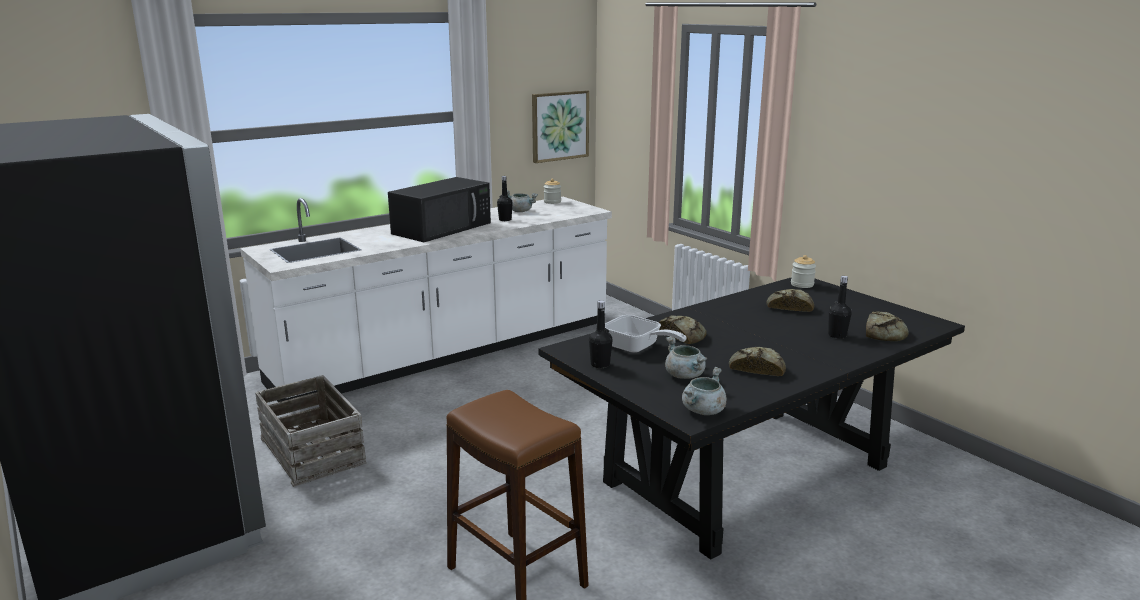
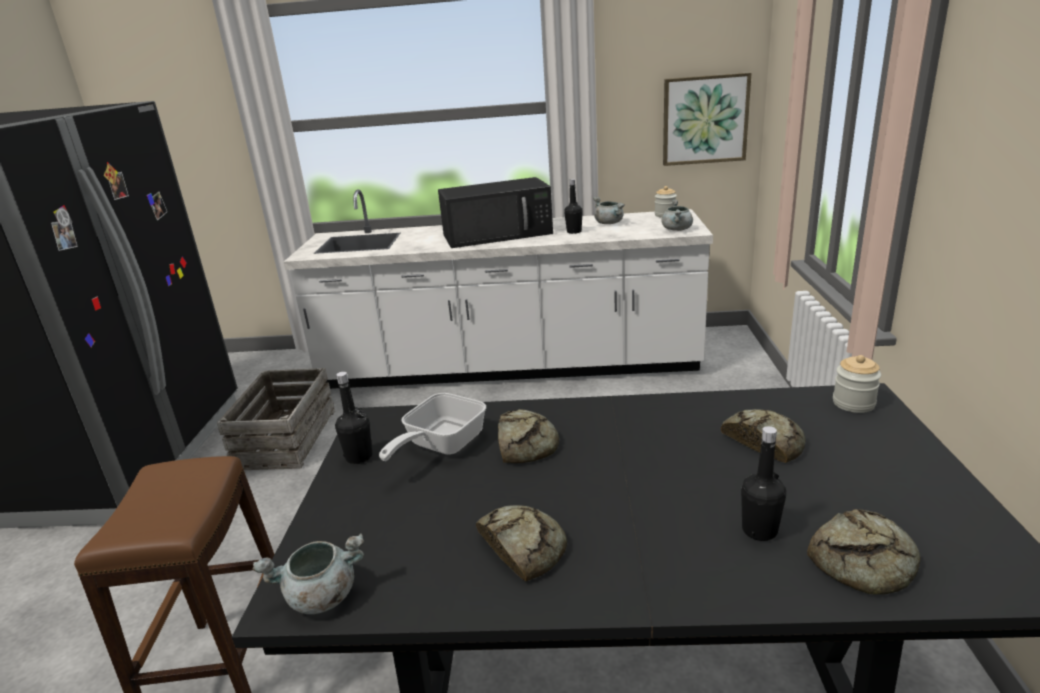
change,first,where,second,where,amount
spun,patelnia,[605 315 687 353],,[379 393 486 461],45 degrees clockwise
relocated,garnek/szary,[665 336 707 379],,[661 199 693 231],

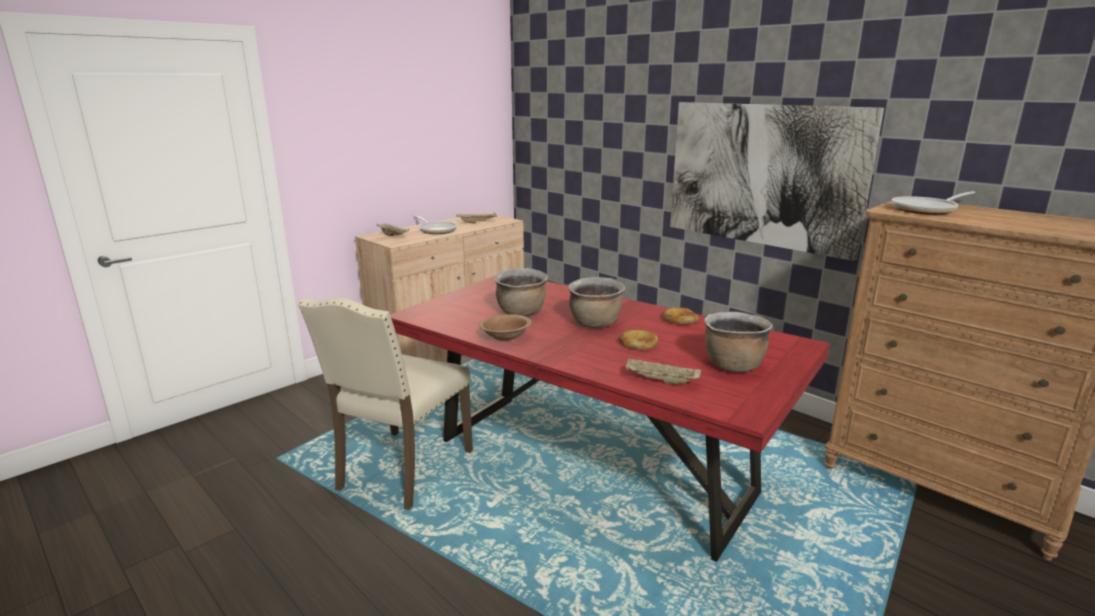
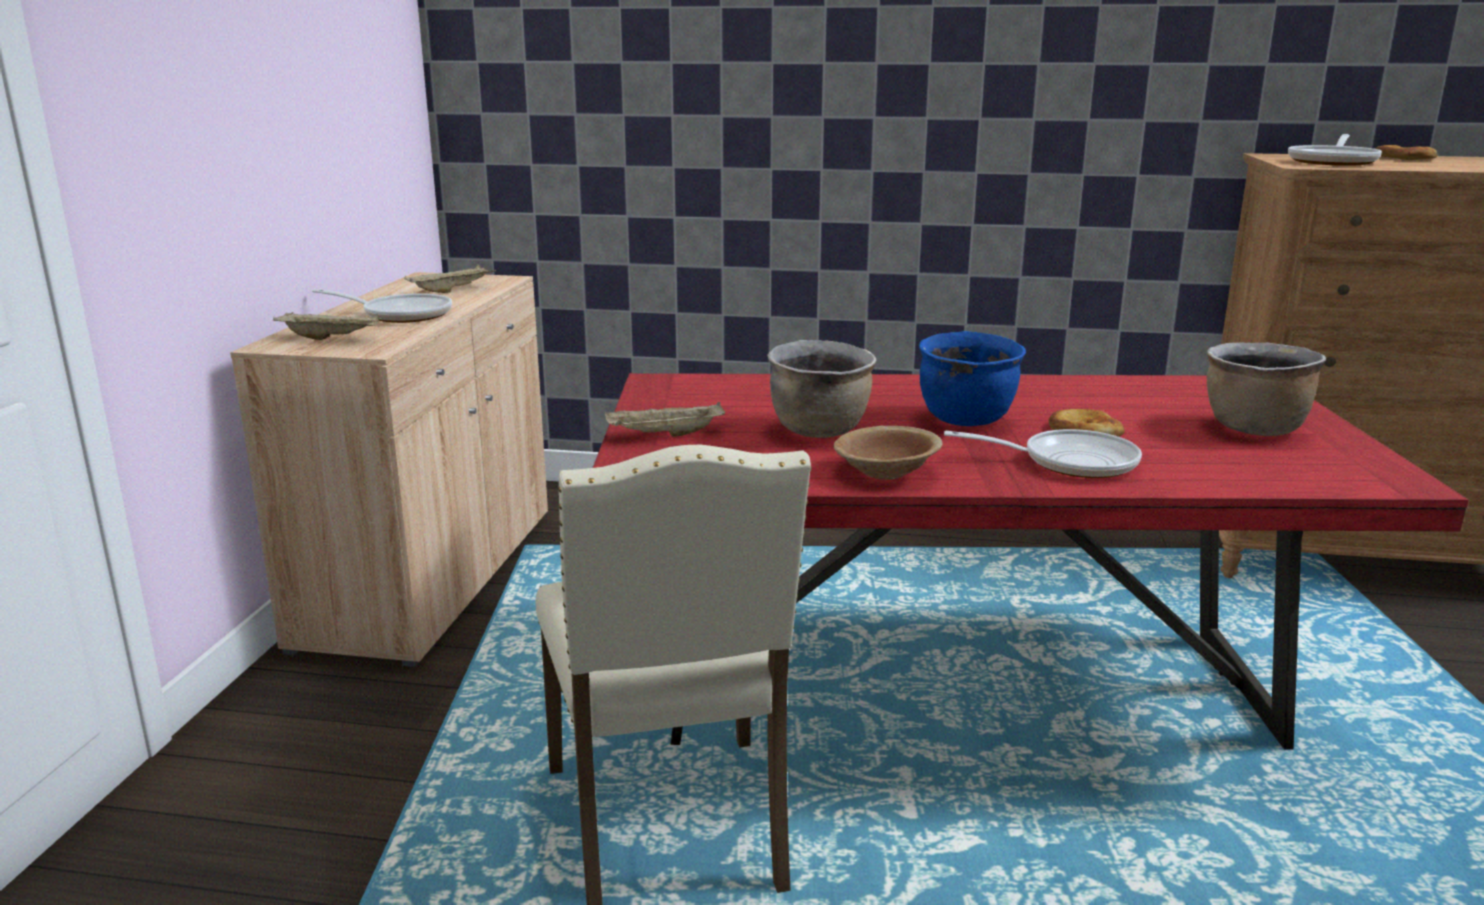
change,first,where,second,where,amount
relocated,taca/beżowy,[626 358 702 384],,[605 402 725 437],
colour,garnek/brązowy,[568 277 625 328],garnek/niebieski,[919 331 1026 426],
appeared,,,patelnia,[944 429 1142 478],
relocated,chleb,[662 308 699 324],,[1375 145 1438 160],
missing,obraz,[670 102 884 261],,,

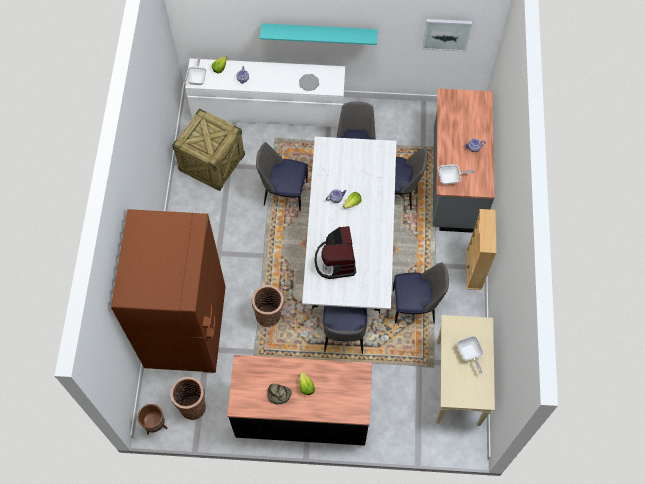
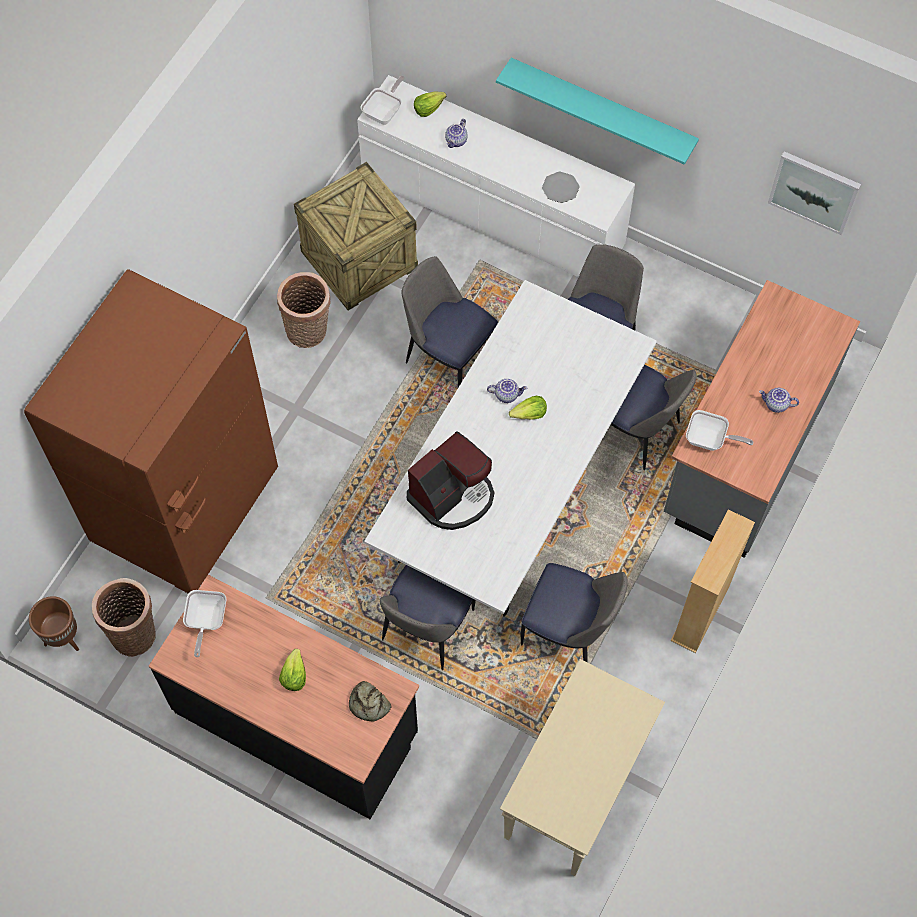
change,first,where,second,where,amount
relocated,patelnia,[457 336 483 374],,[183 590 226 657],
relocated,koszyk,[252 285 284 327],,[277 272 331 348],
relocated,chleb,[267 384 292 404],,[349 681 392 721],
spun,ekspres do kawy,[314 226 356 279],,[407 431 494 530],150 degrees counterclockwise

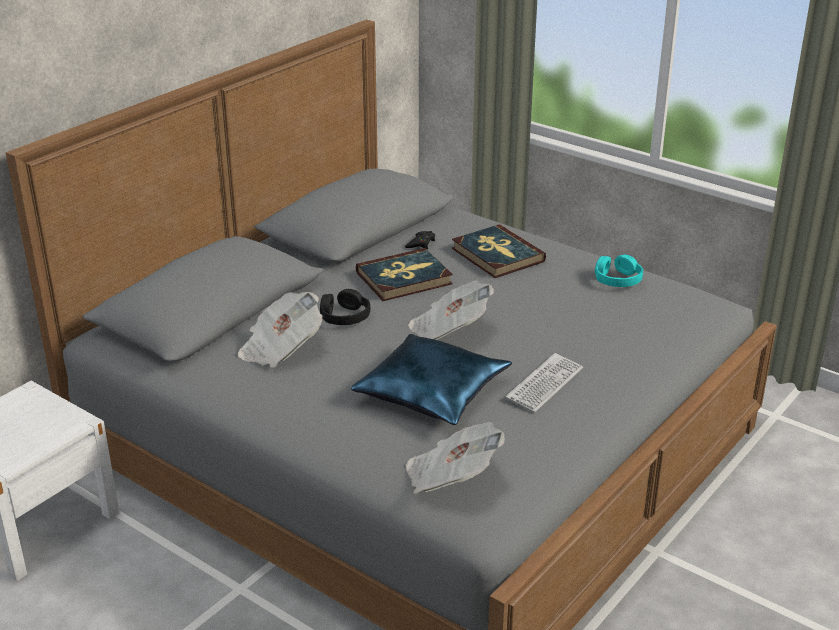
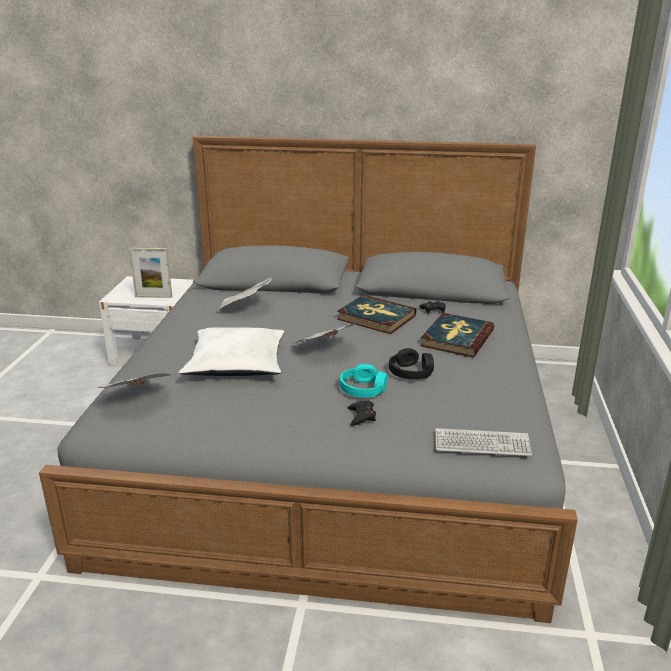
change,first,where,second,where,amount
appeared,,,ramka na zdjęcie,[129 248 172 298],
colour,poduszka/niebieski,[351 334 512 425],poduszka/biały,[179 327 285 376],
relocated,słuchawki/turkusowy,[595 255 643 287],,[340 364 388 397],
appeared,,,pad do gier/czarny,[348 400 376 426],
relocated,słuchawki/czarny,[320 289 370 325],,[389 348 434 380],
relocated,klawiatura,[505 353 583 412],,[436 428 532 456],

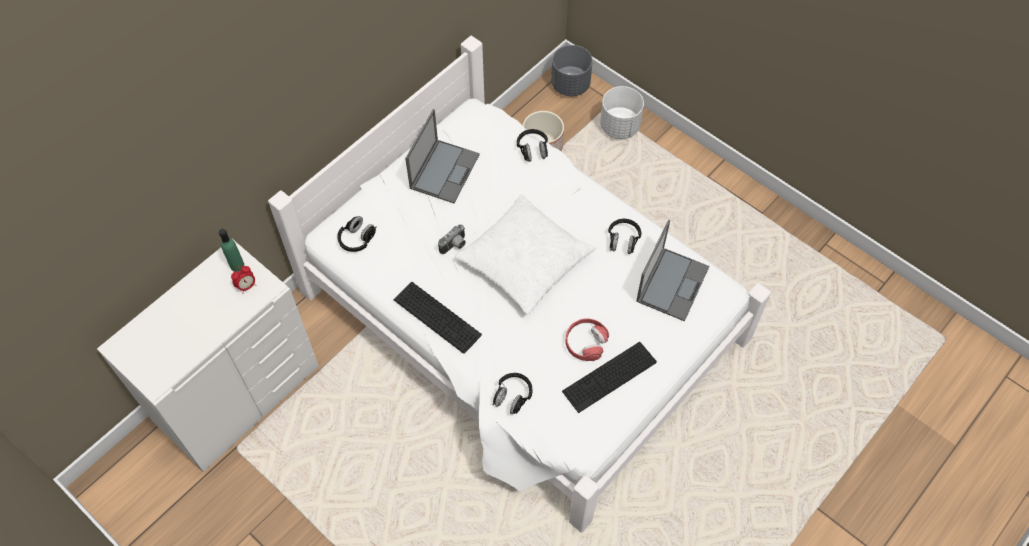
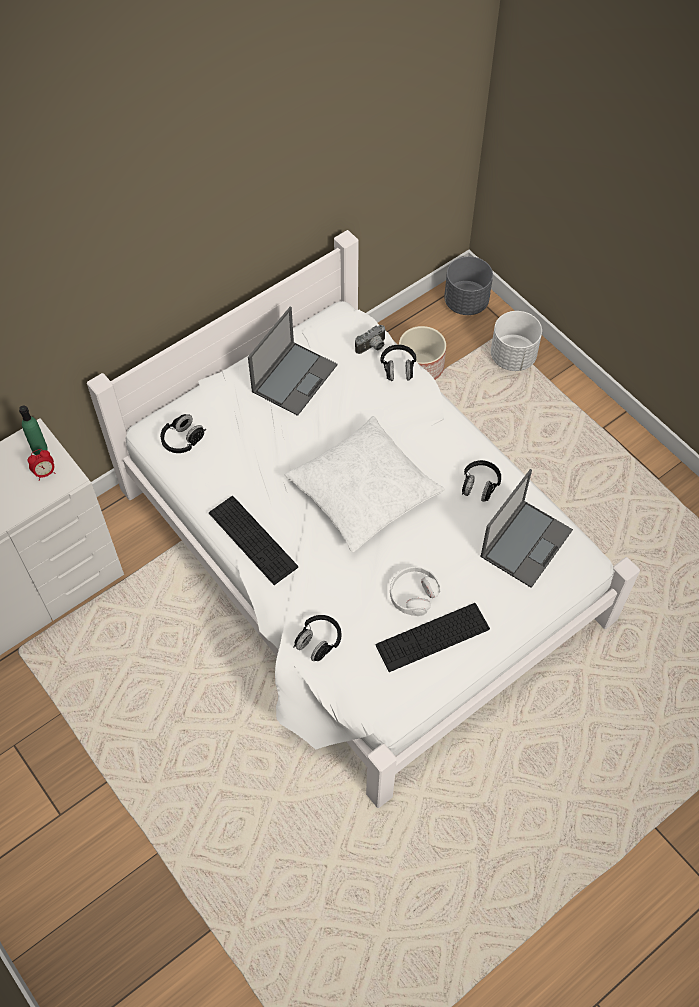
change,first,where,second,where,amount
relocated,aparat fotograficzny,[438 224 466 254],,[355 325 386 354],
colour,słuchawki/czerwony,[565 318 609 361],słuchawki/biały,[390 567 441 616],

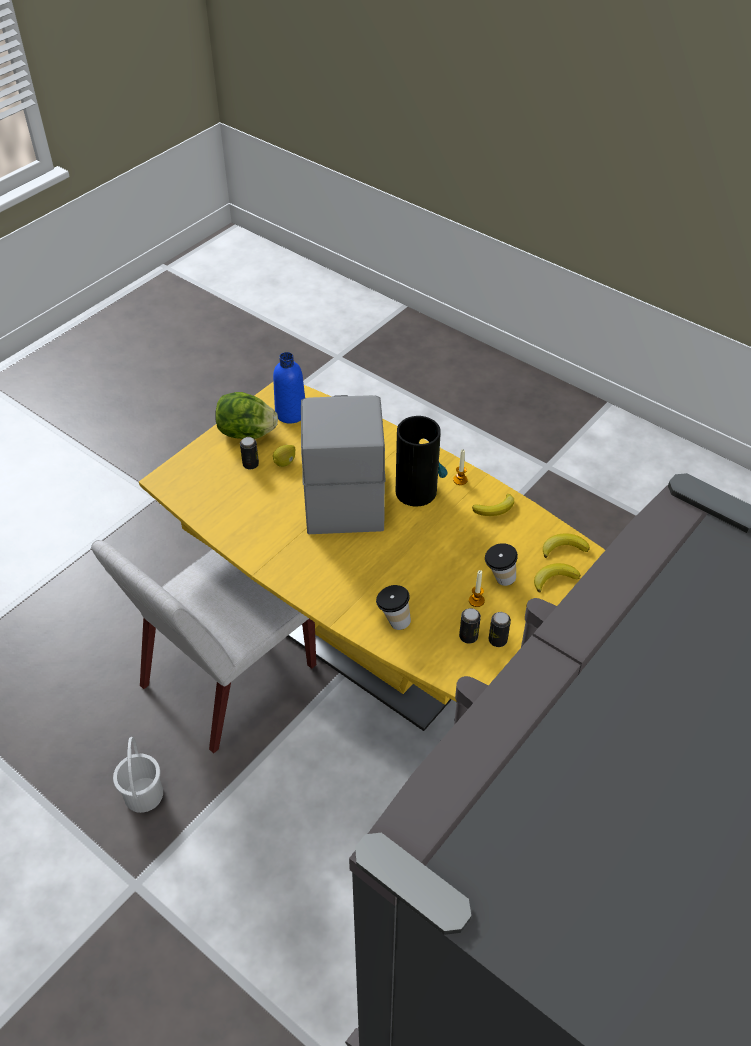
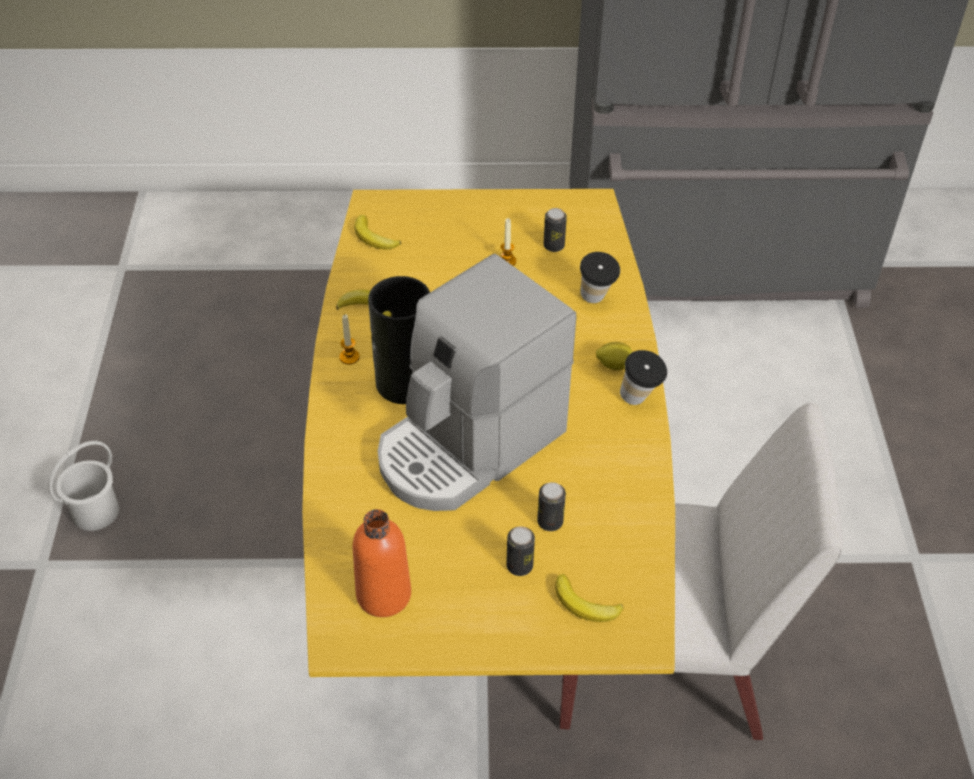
change,first,where,second,where,amount
relocated,wiadro/biały,[113 737 163 813],,[48 441 119 531],
colour,butelka/niebieski,[273 352 305 424],butelka/pomarańczowy,[353 509 411 617],
relocated,puszka,[489 612 511 647],,[537 482 566 531],
relocated,banan,[534 563 580 593],,[555 574 623 622],
relocated,cytryna,[273 445 296 467],,[596 342 632 370],
relocated,filiżanka,[485 543 518 586],,[620 350 667 405],
missing,sałata,[215 392 278 439],,,

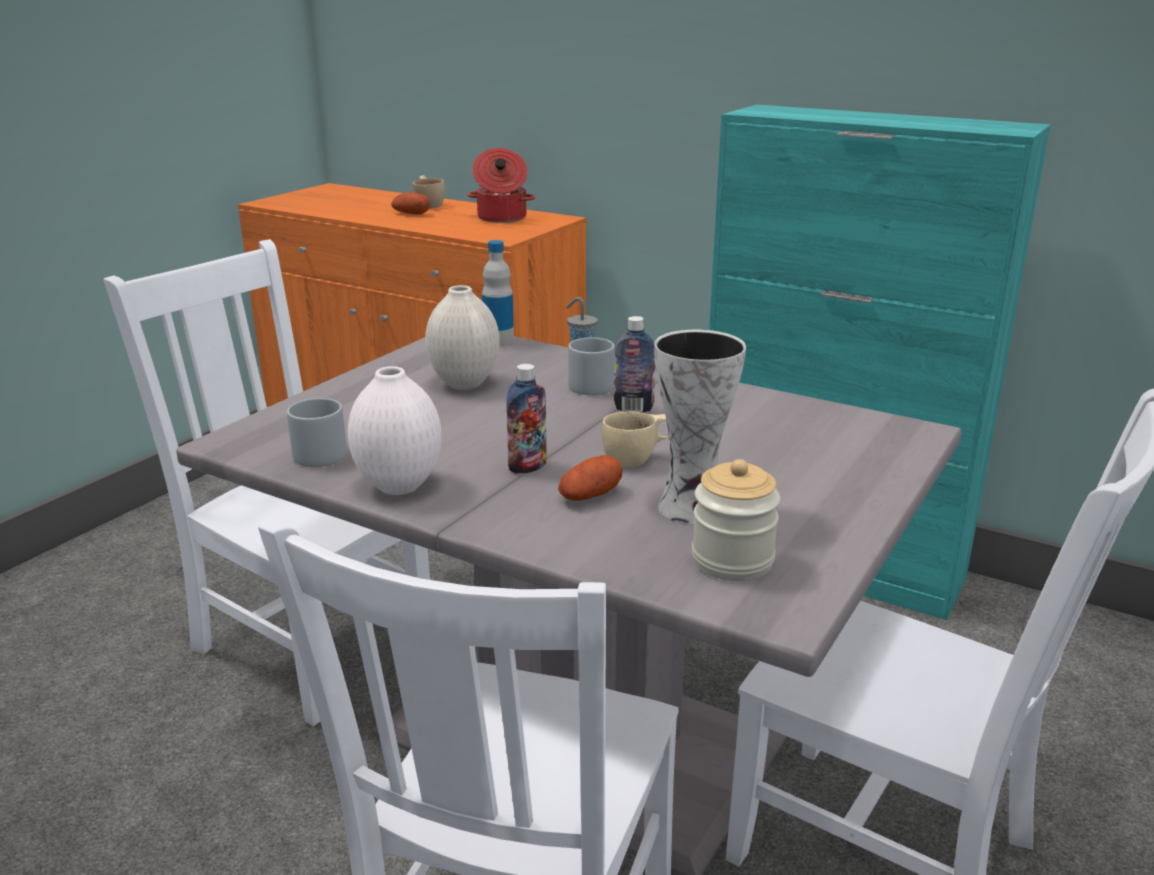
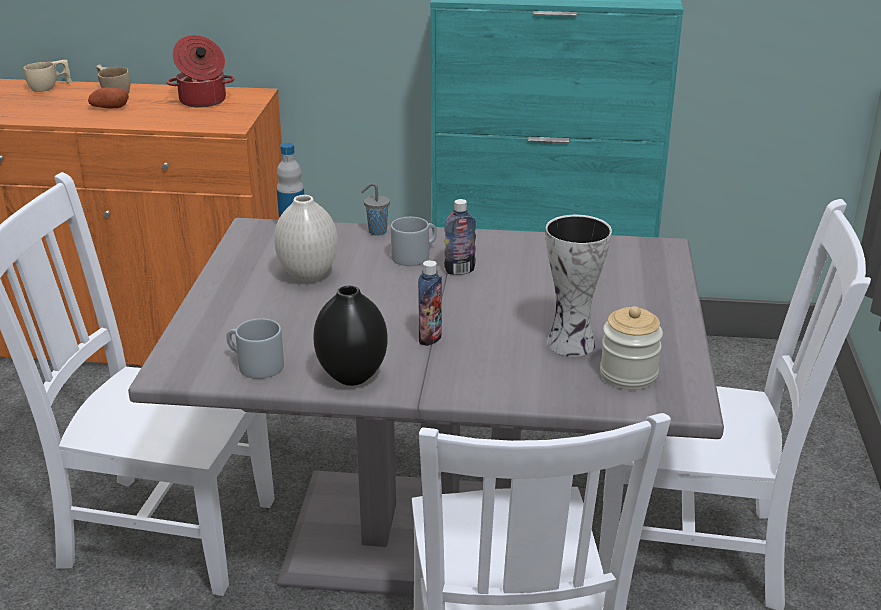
change,first,where,second,where,amount
relocated,filiżanka/beżowy,[602 411 670 467],,[23 60 72 92],
colour,wazon/biały,[348 366 442 495],wazon/czarny,[313 286 388 386],
missing,ziemniak,[558 455 623 501],,,

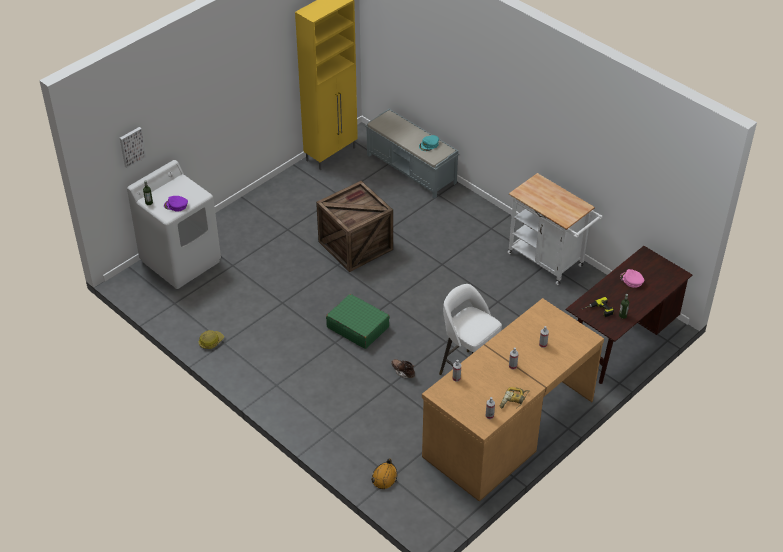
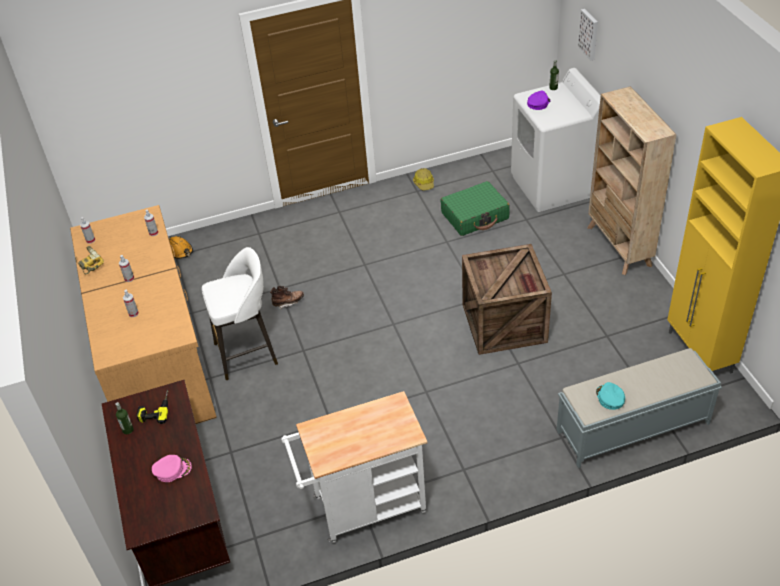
change,first,where,second,where,amount
relocated,walizka/zielony,[326 294 390 349],,[441 181 510 236],
appeared,,,regał/beżowy,[587 86 677 275],

